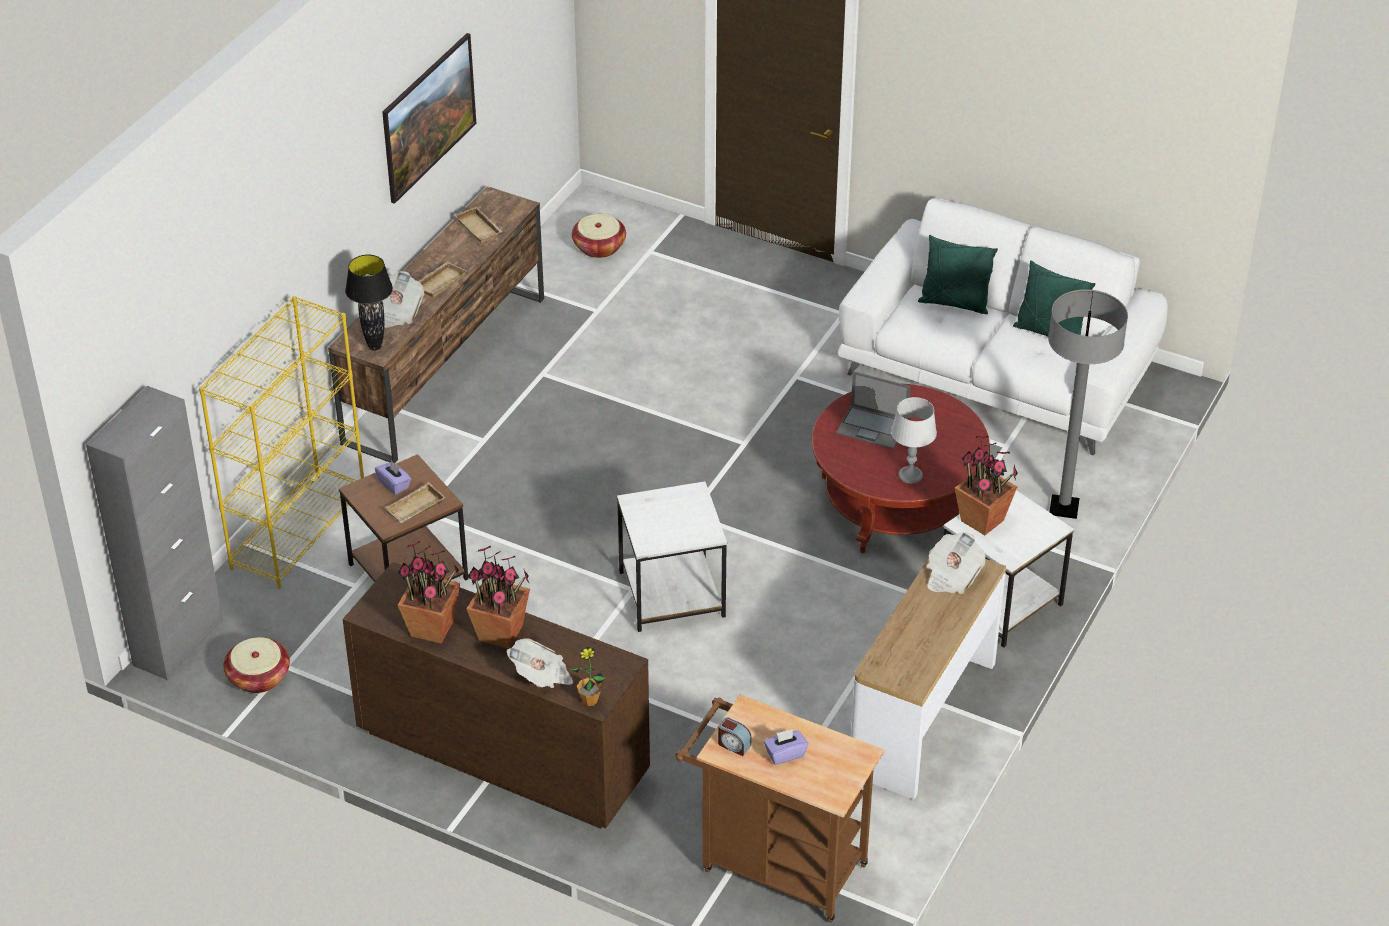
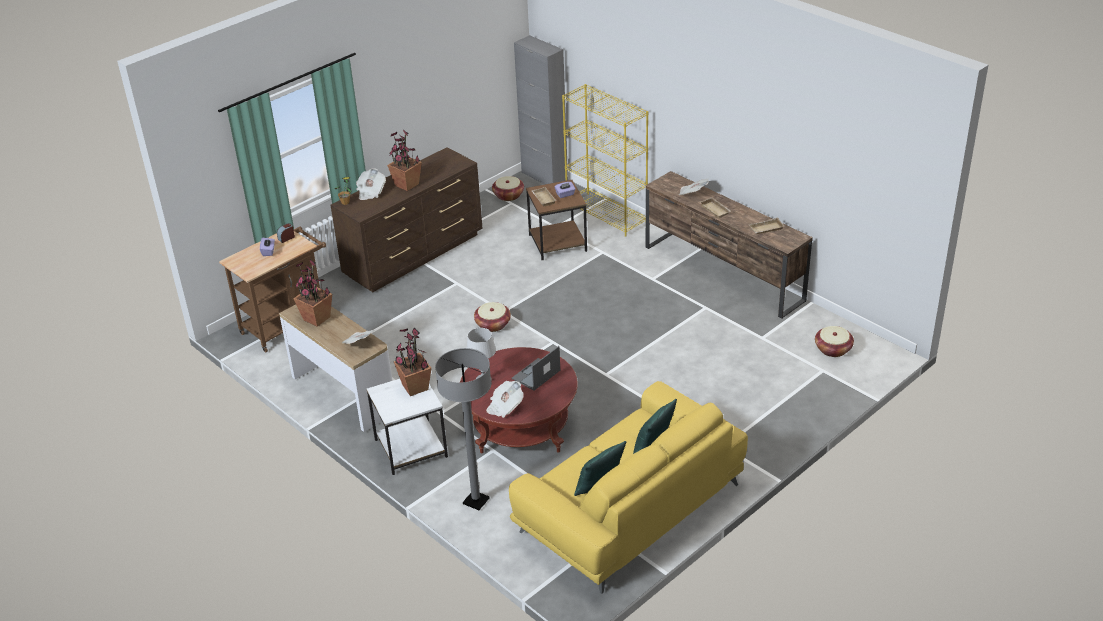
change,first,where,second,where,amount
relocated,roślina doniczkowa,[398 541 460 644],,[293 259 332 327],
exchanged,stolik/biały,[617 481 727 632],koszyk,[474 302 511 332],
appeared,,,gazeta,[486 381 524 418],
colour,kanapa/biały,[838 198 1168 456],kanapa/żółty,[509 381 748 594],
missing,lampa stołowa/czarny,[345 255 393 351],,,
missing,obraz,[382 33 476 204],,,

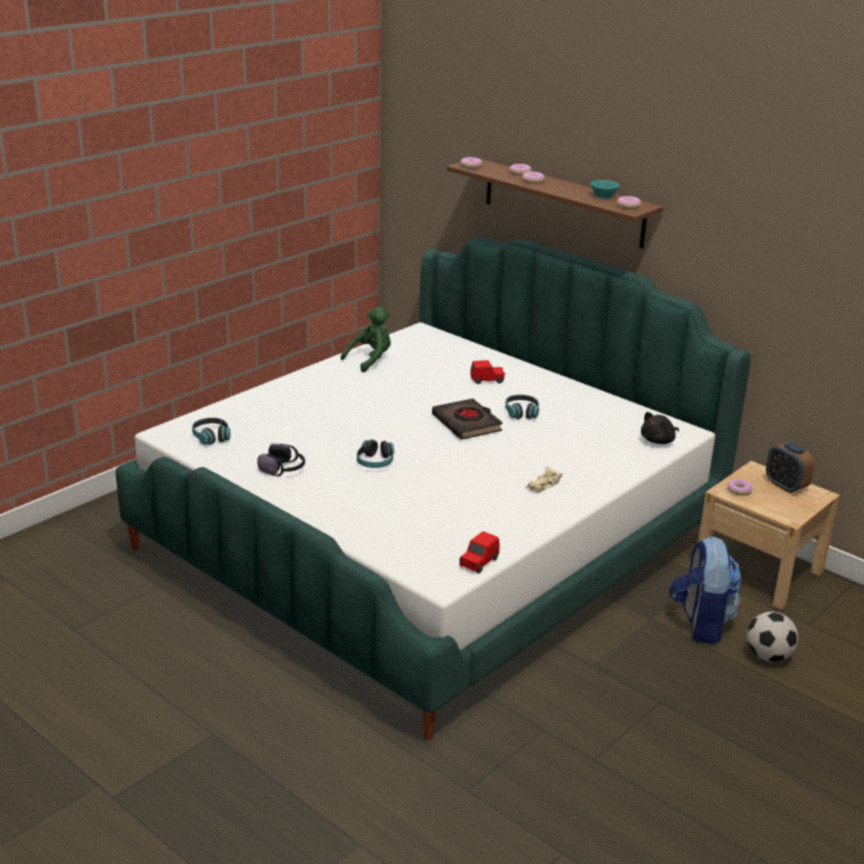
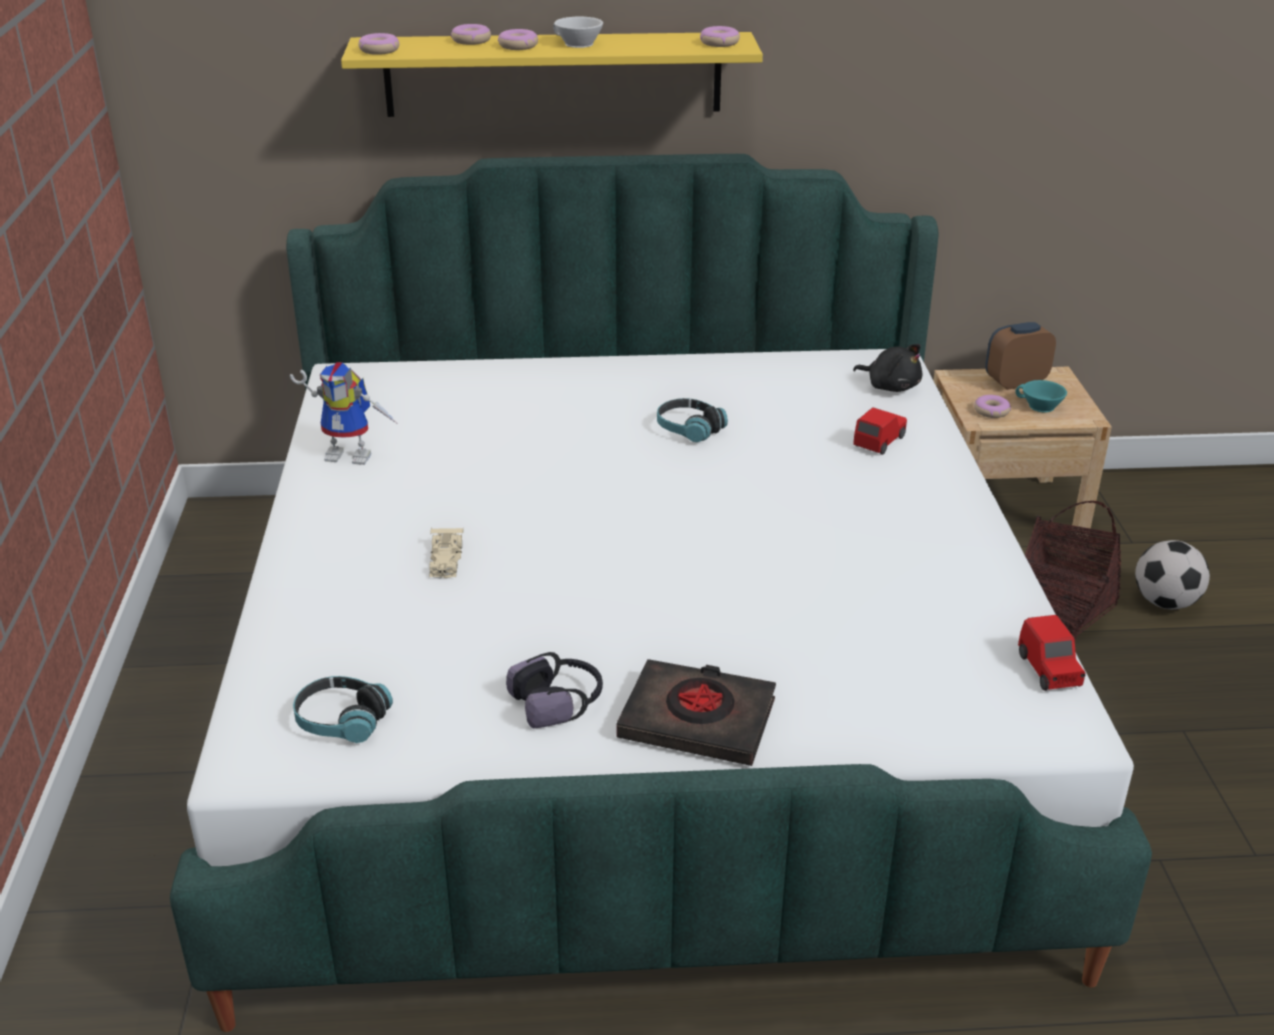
change,first,where,second,where,amount
exchanged,pluszak/zielony,[341 307 391 372],robot zabawkowy,[290 362 399 465],
colour,półka/brązowy,[447 158 664 249],półka/żółty,[341 32 763 117],
relocated,samochodzik/beżowy,[526 466 563 494],,[429 528 463 579],
appeared,,,filiżanka/biały,[553 17 603 48],
relocated,książka/czarny,[432 398 503 440],,[616 659 776 766],
spun,pluszak/czarny,[641 412 679 444],,[853 344 922 392],60 degrees counterclockwise
relocated,samochodzik/czerwony,[470 360 505 384],,[853 407 907 455],
spun,budzik,[766 442 815 493],,[985 322 1056 390],150 degrees clockwise
relocated,filiżanka/turkusowy,[591 180 619 199],,[1015 380 1067 412],
exchanged,plecak,[669 536 741 644],koszyk,[1025 501 1121 639],
missing,słuchawki,[357 440 394 468],,,

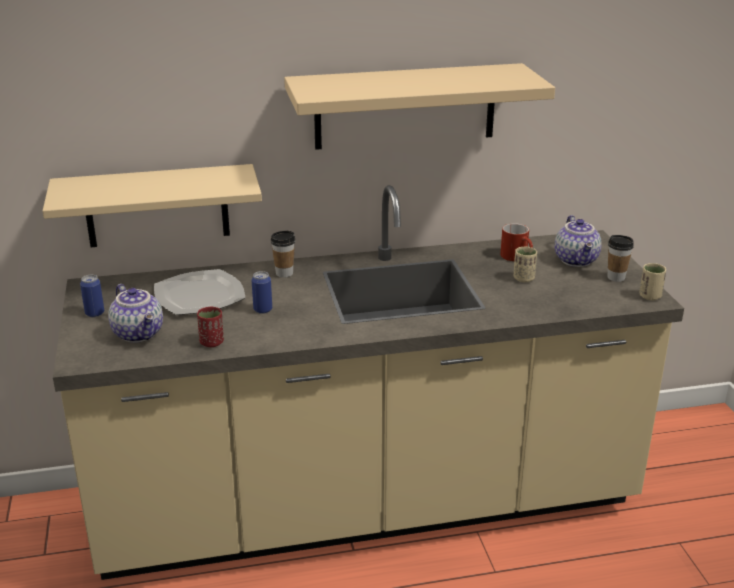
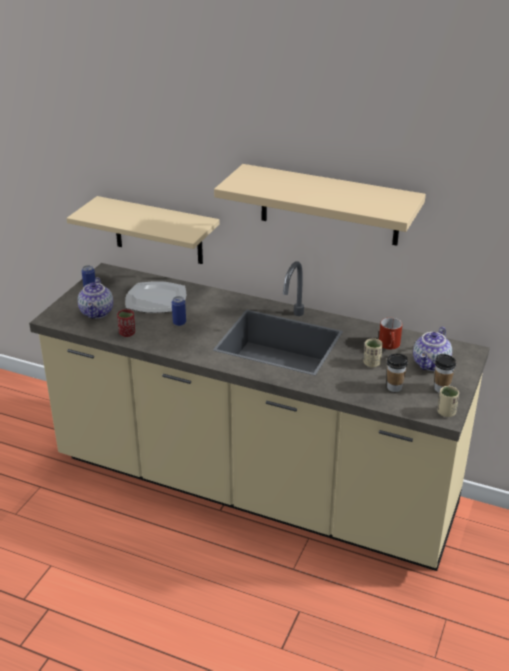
change,first,where,second,where,amount
relocated,filiżanka,[271 231 295 278],,[387 354 408 392],

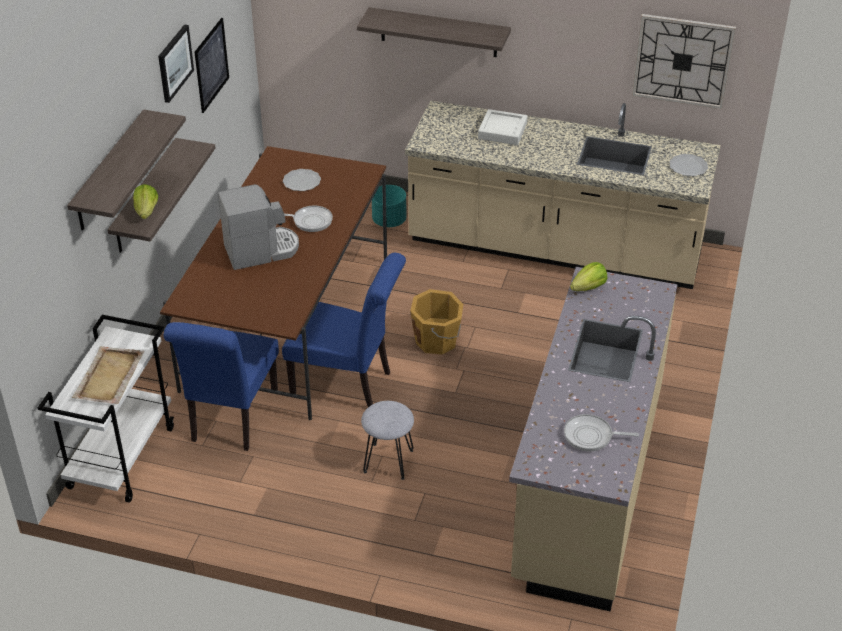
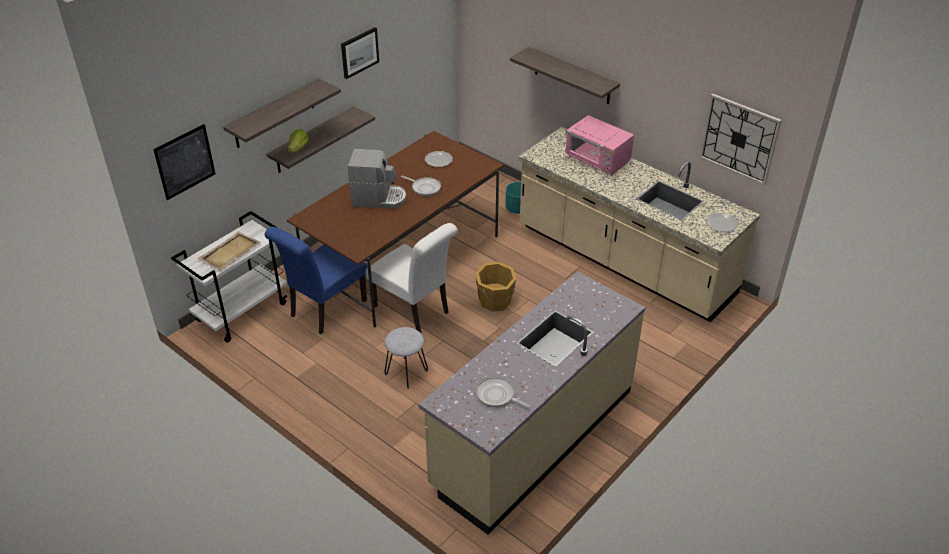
change,first,where,second,where,amount
relocated,obraz,[194 18 229 113],,[153 124 216 200],
colour,krzesło/niebieski,[282 253 406 407],krzesło/biały,[366 223 458 333],
exchanged,taca/biały,[478 109 527 145],mikrofalówka/różowy,[565 115 634 175],
missing,sałata,[570 262 607 291],,,

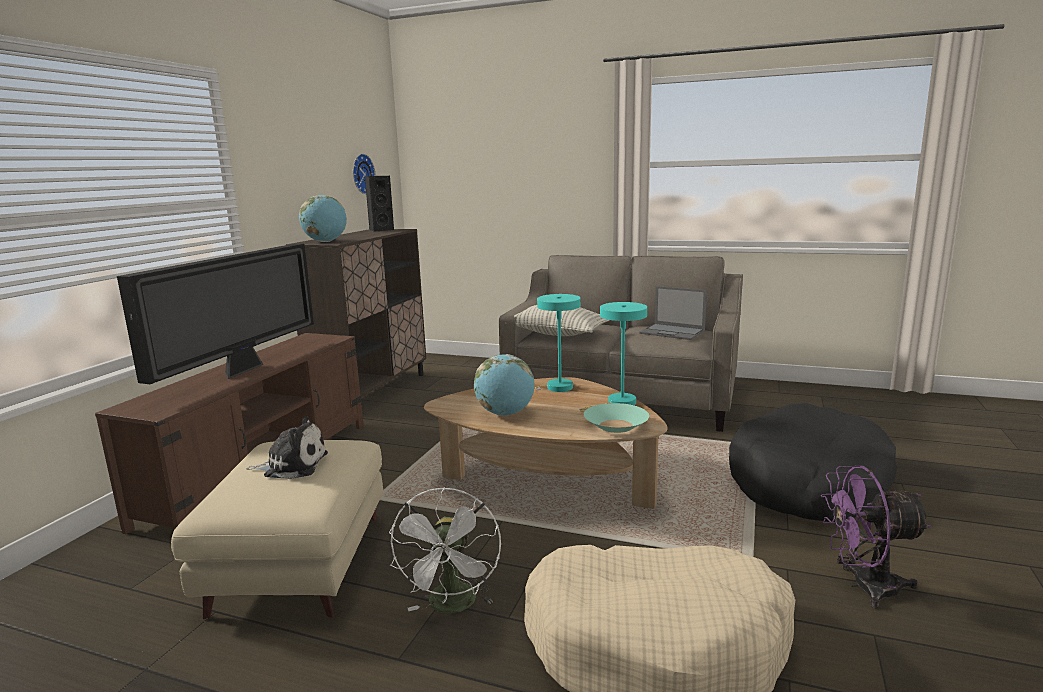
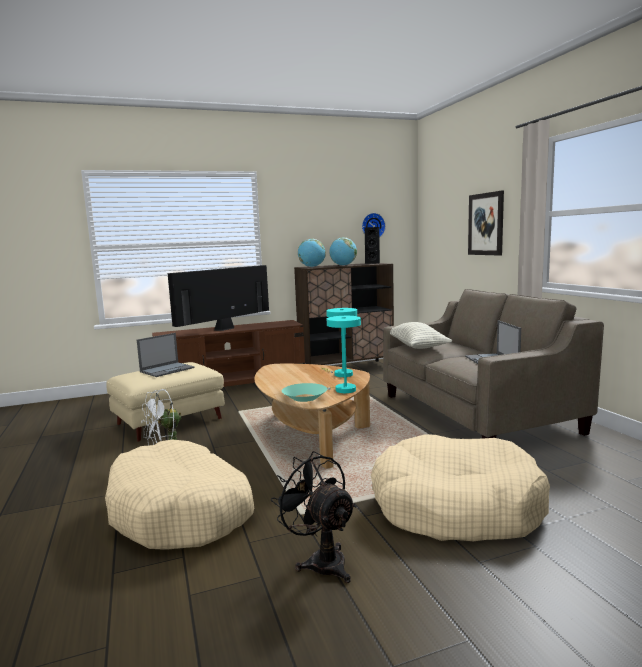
change,first,where,second,where,amount
exchanged,pluszak,[247 416 328 479],laptop,[137 333 195 377],
spun,telewizor,[117 244 314 384],,[168 265 269 331],150 degrees clockwise
colour,wentylator/fioletowy,[821 466 931 609],wentylator/czarny,[271 451 357 583],
relocated,globus,[474 354 535 416],,[329 237 357 266],
colour,legowisko/czarny,[729 403 897 522],legowisko/beżowy,[371 434 550 541],
appeared,,,obraz,[468 191 504 256],

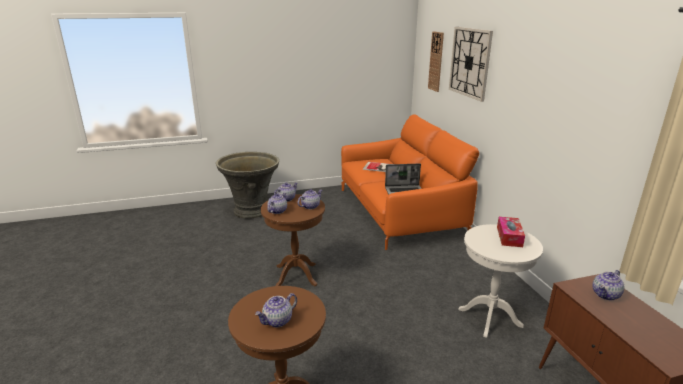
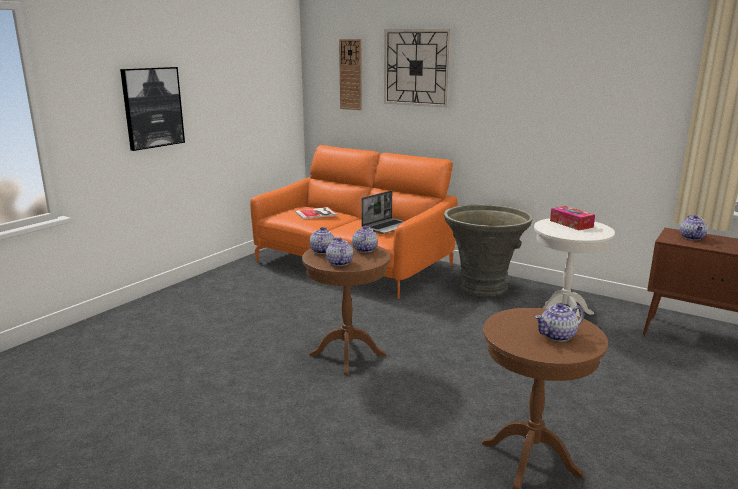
change,first,where,second,where,amount
appeared,,,obraz,[120 67 185 151],
relocated,donica/szary,[216 152 279 219],,[444 204 533 296],
spun,imbryk,[255 293 297 327],,[535 303 584 342],60 degrees clockwise

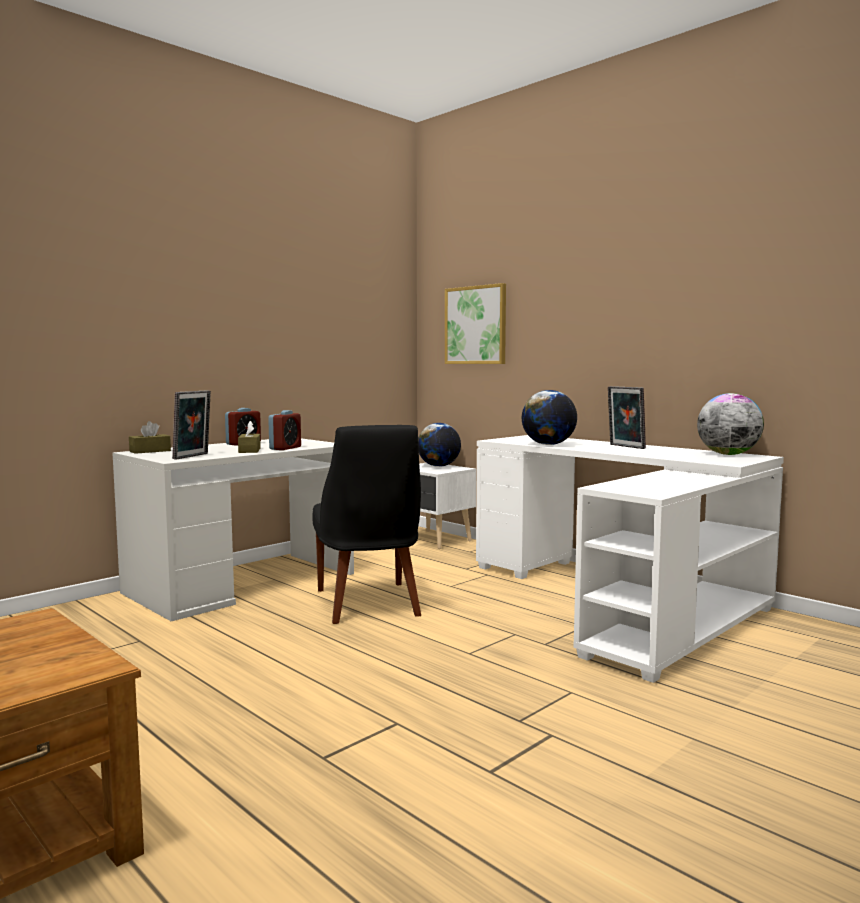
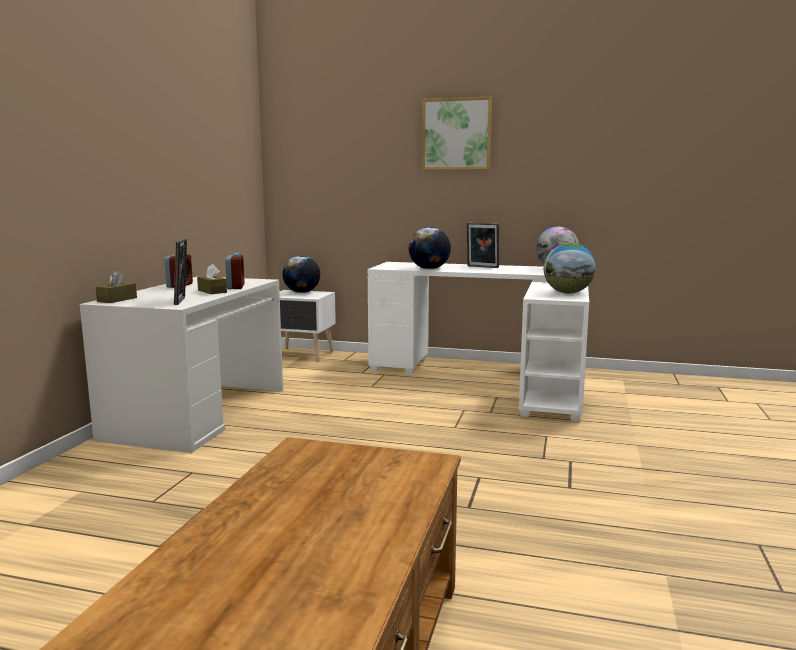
change,first,where,second,where,amount
relocated,obraz,[445 283 506 364],,[422 97 492 170],
appeared,,,globus,[544 243 596 293],
missing,krzesło/czarny,[313 425 421 624],,,

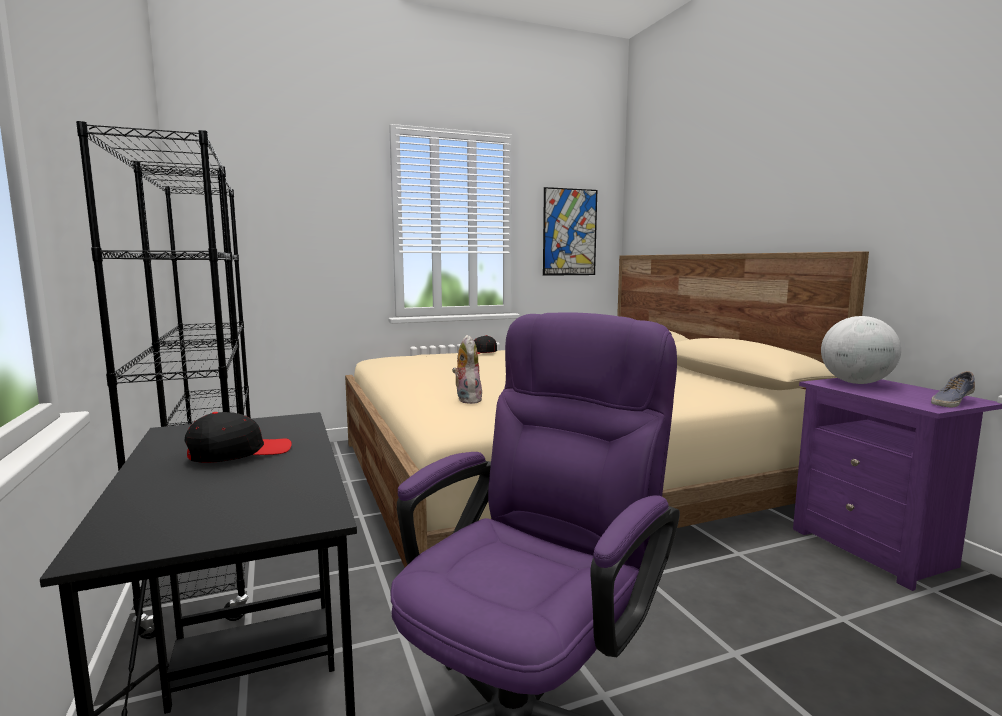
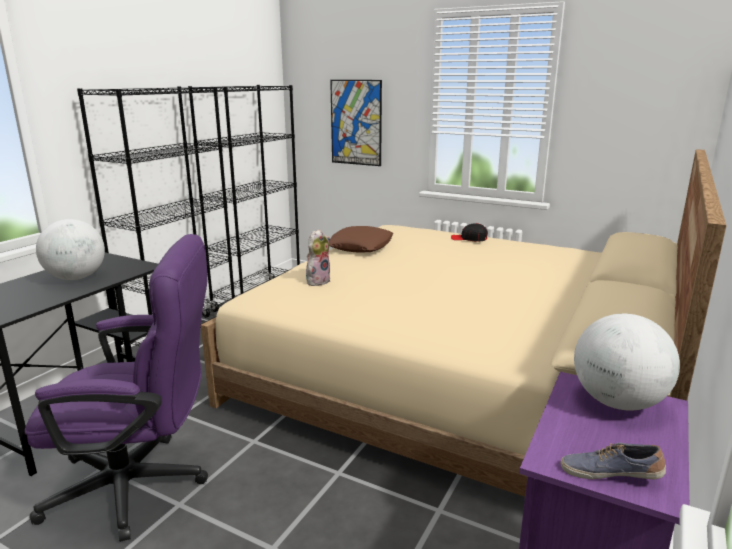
change,first,where,second,where,amount
exchanged,czapka z daszkiem/czarny,[185 412 292 463],globus,[36 219 105 280],
appeared,,,poduszka/brązowy,[329 226 393 253],
relocated,obraz,[543 187 597 276],,[330 80 382 166],

